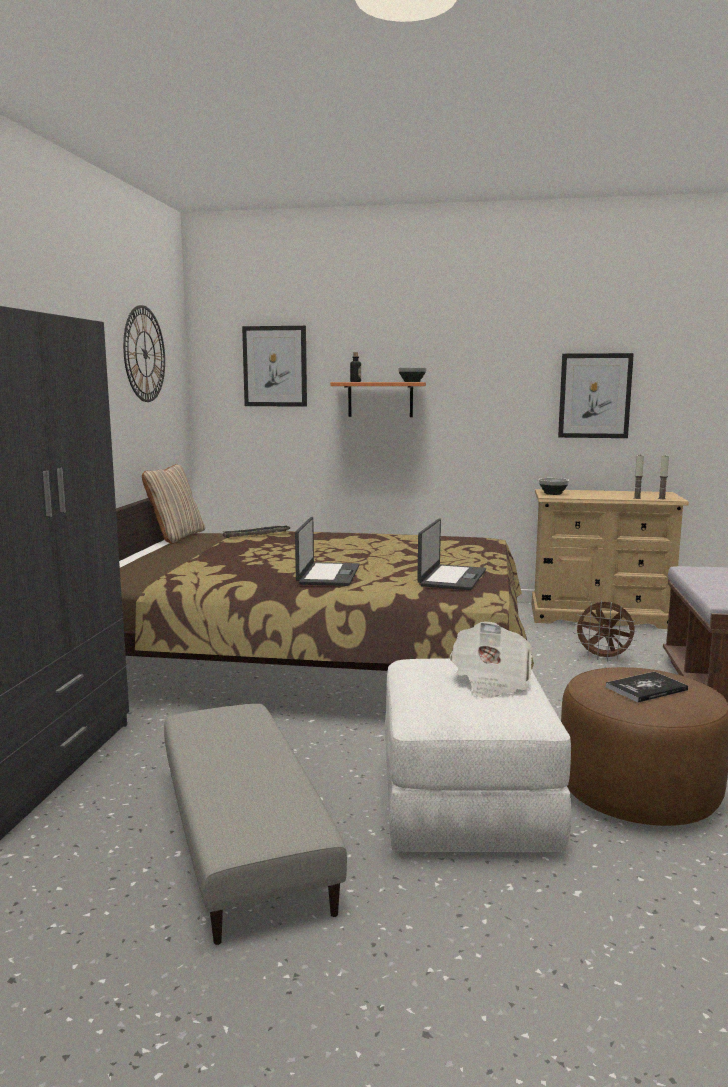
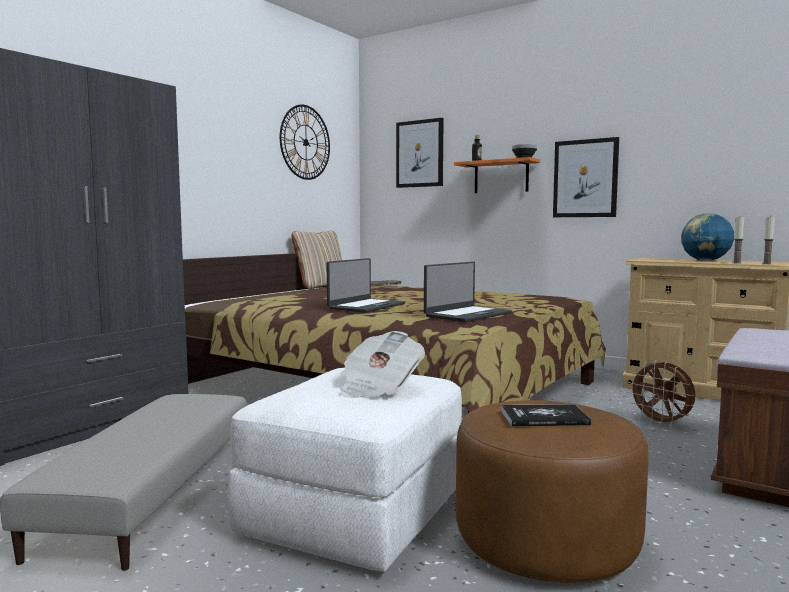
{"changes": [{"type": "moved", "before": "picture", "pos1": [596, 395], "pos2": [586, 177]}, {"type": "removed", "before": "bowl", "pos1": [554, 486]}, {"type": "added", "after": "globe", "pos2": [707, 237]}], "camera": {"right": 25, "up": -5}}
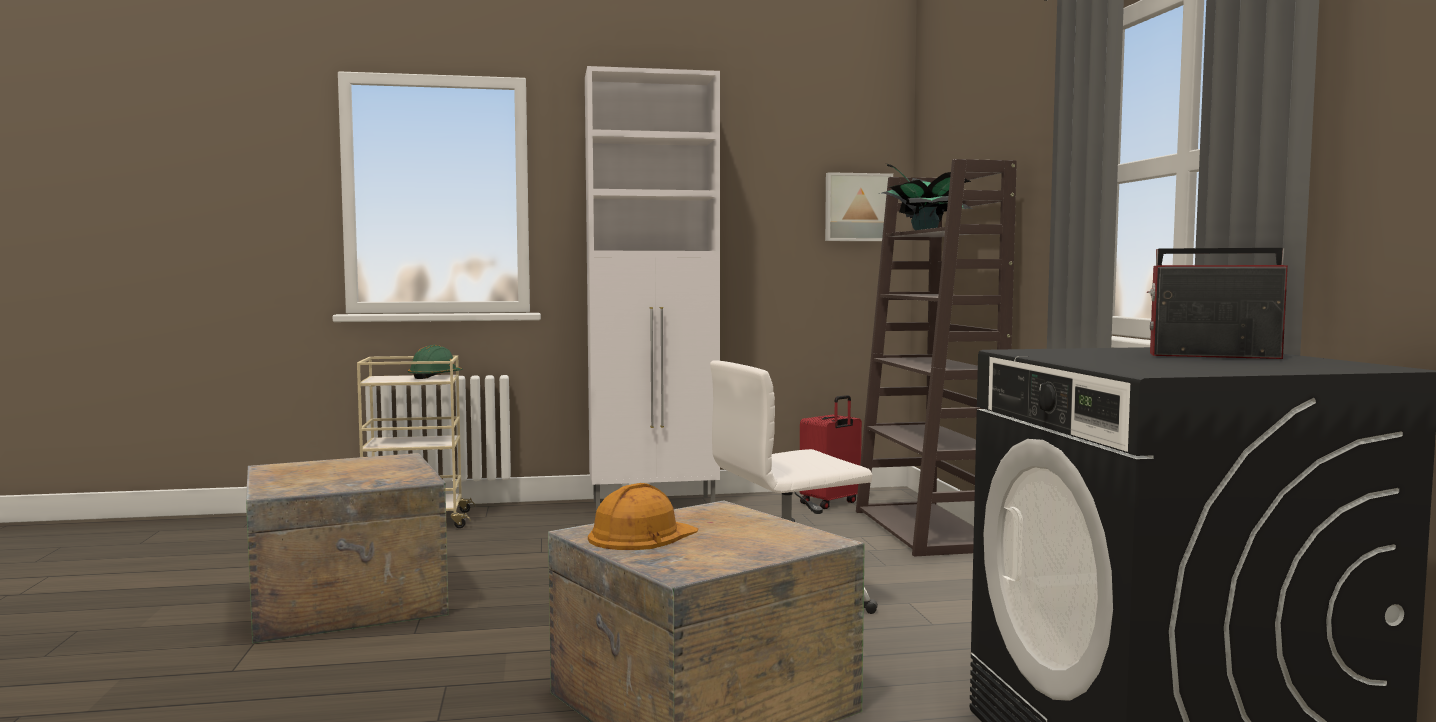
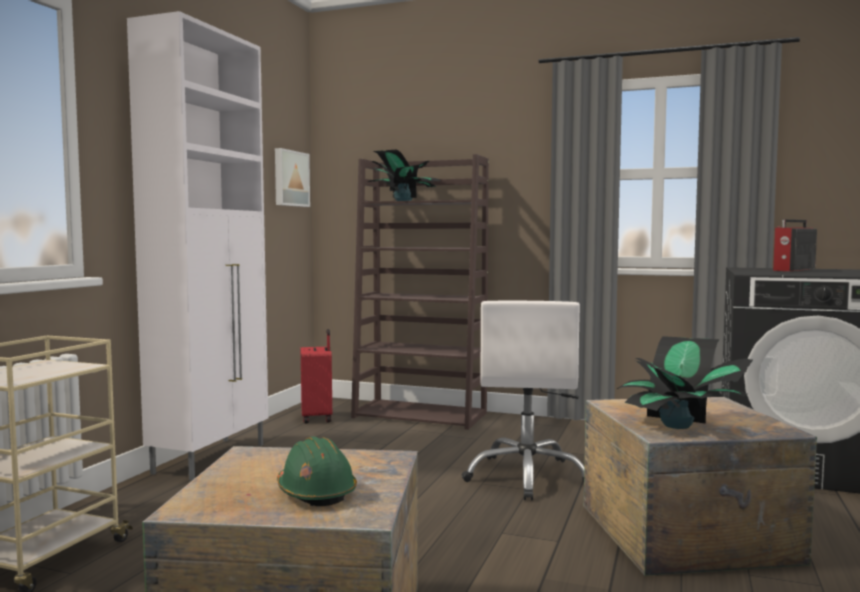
{"changes": [{"type": "moved", "before": "green hard hat", "pos1": [435, 362], "pos2": [317, 471]}, {"type": "replaced", "before": "orange hard hat", "after": "potted plant", "pos1": [643, 516], "pos2": [685, 382]}], "camera": {"right": -60, "up": 0}}
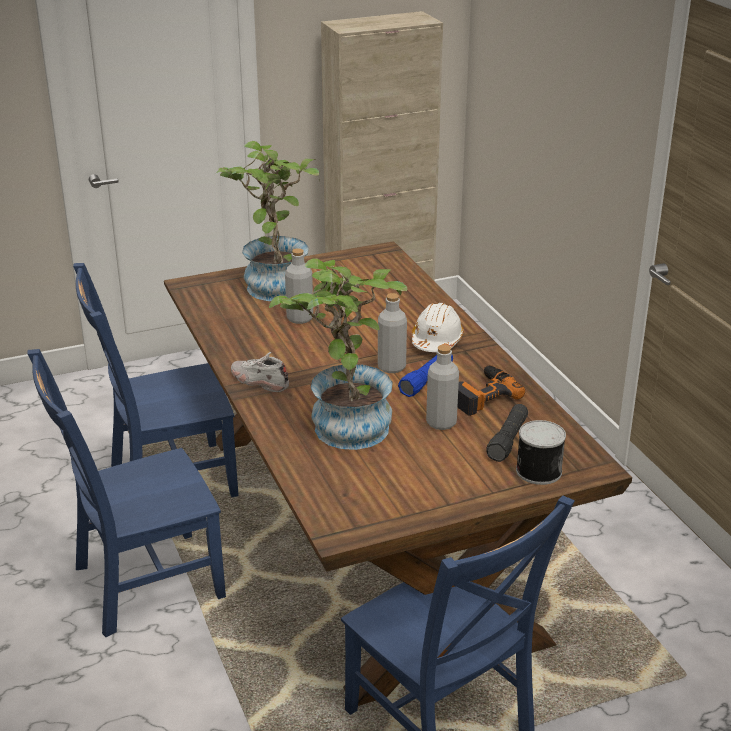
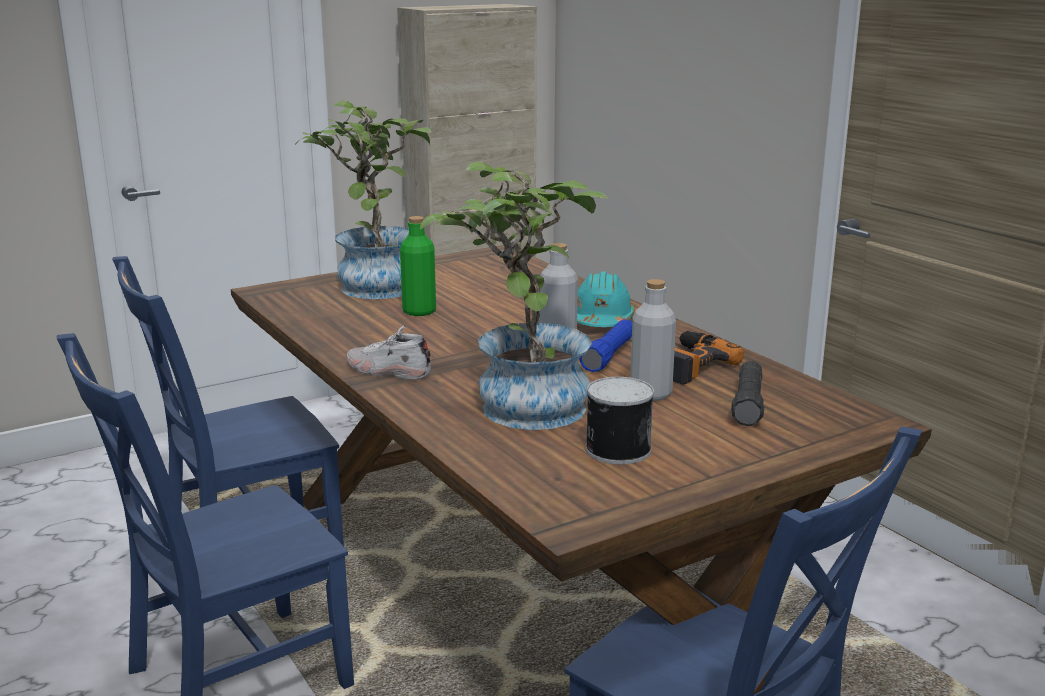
{"changes": [{"type": "recoloured", "before": "grey bottle", "after": "green bottle", "pos1": [299, 286], "pos2": [418, 266]}, {"type": "recoloured", "before": "white hard hat", "after": "turquoise hard hat", "pos1": [438, 327], "pos2": [606, 299]}, {"type": "moved", "before": "can", "pos1": [541, 452], "pos2": [620, 420]}], "camera": {"right": -10, "up": -10}}
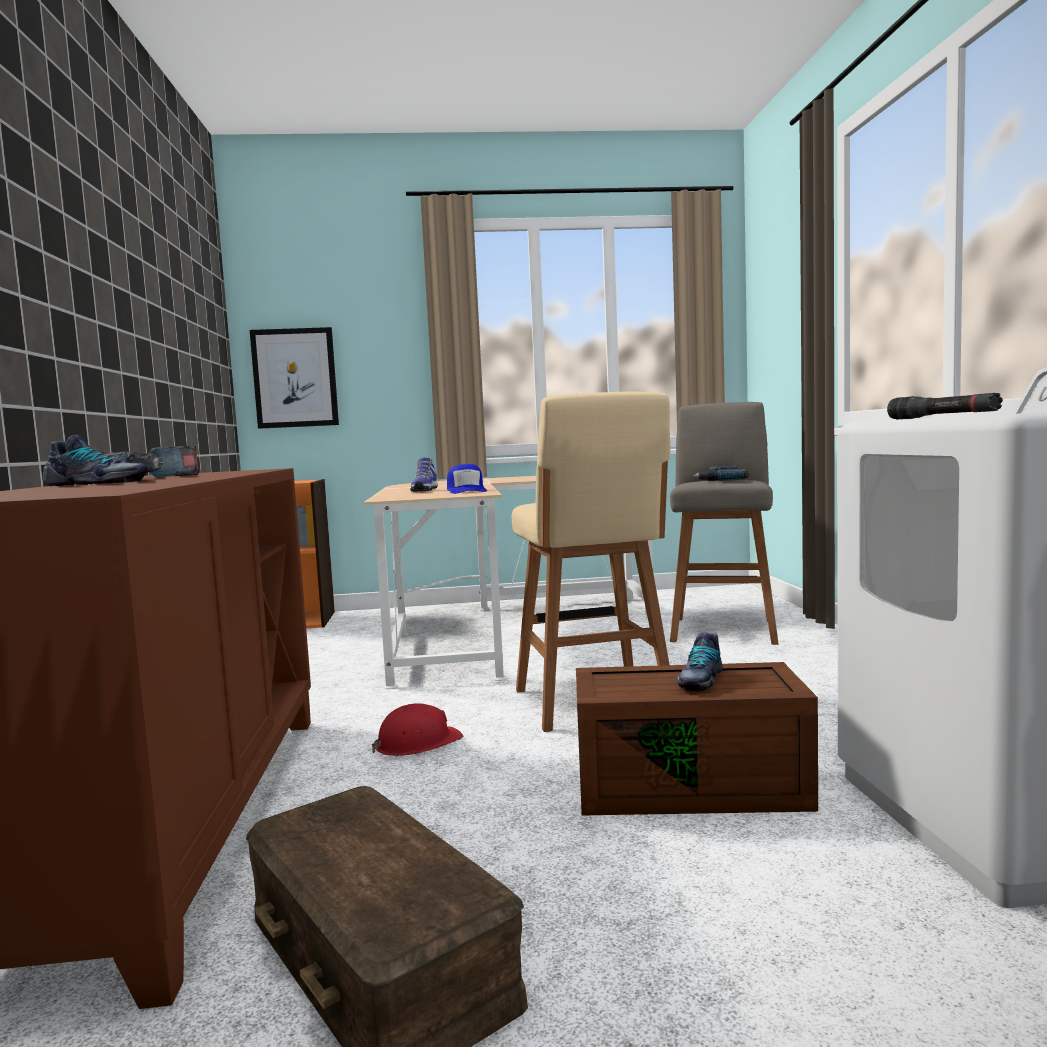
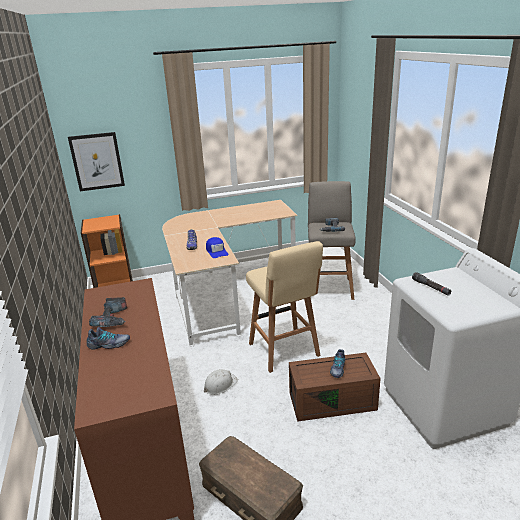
{"changes": [{"type": "recoloured", "before": "red hard hat", "after": "white hard hat", "pos1": [417, 729], "pos2": [221, 382]}], "camera": {"right": -10, "up": 20}}
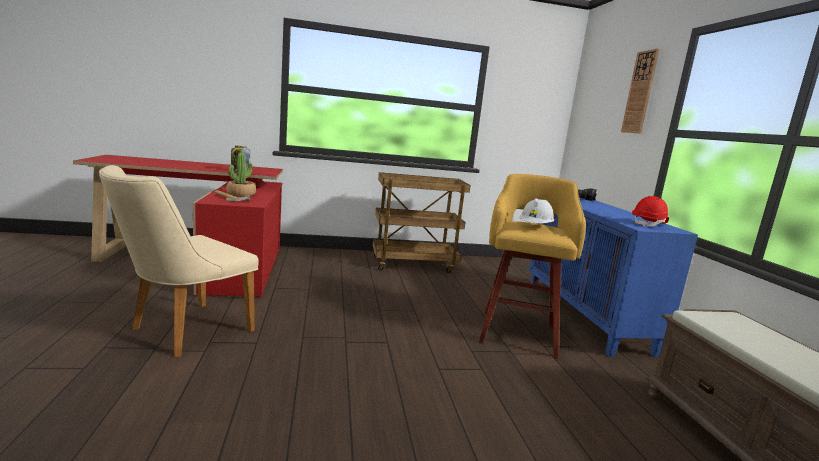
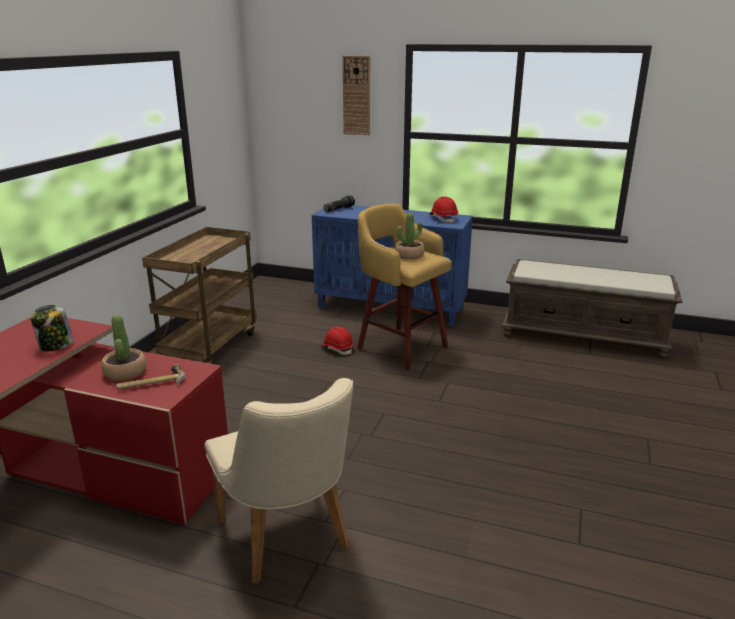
{"changes": [{"type": "replaced", "before": "white hard hat", "after": "potted plant", "pos1": [536, 211], "pos2": [410, 236]}, {"type": "added", "after": "red hard hat", "pos2": [337, 341]}], "camera": {"right": -60, "up": 10}}
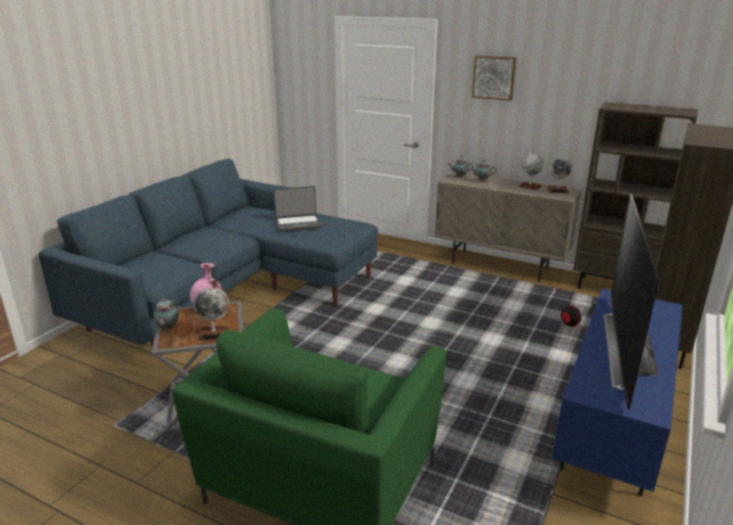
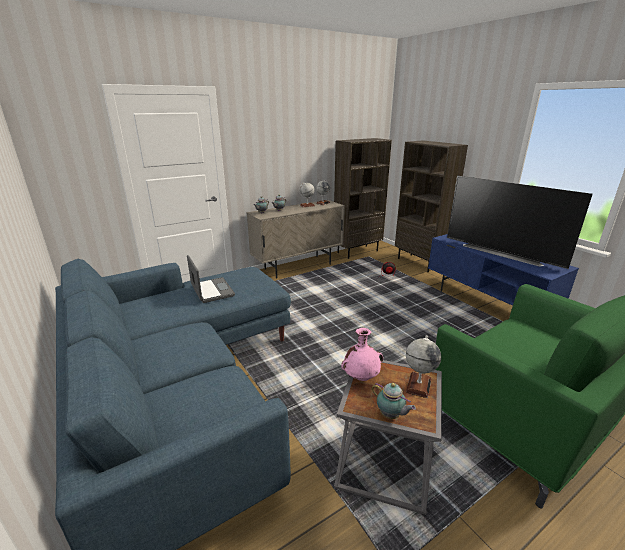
{"changes": [{"type": "removed", "before": "picture", "pos1": [494, 78]}, {"type": "turned", "before": "laptop", "pos1": [297, 209], "pos2": [211, 279], "turn": -45}], "camera": {"right": -60, "up": 0}}
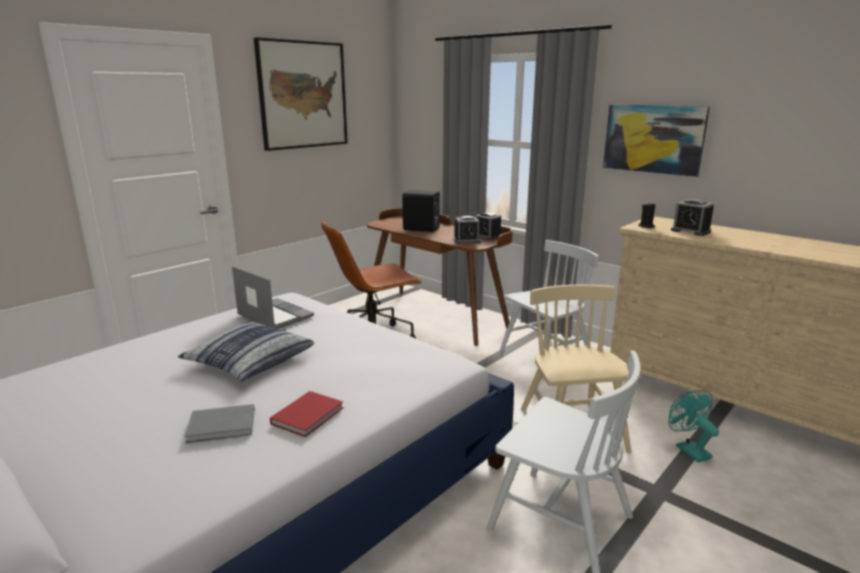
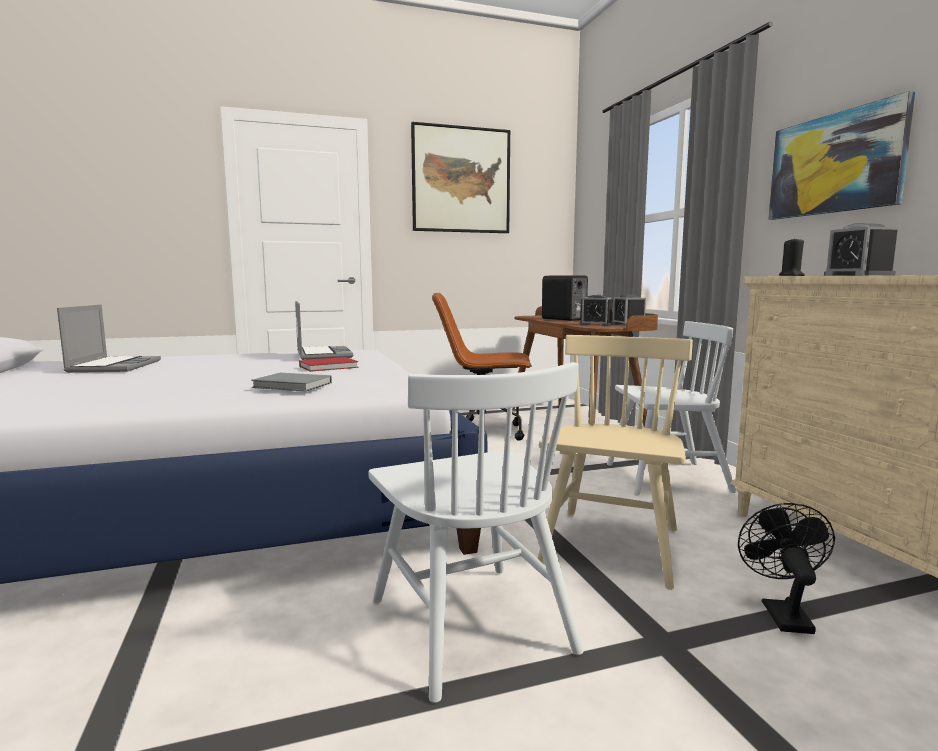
{"changes": [{"type": "removed", "before": "pillow", "pos1": [246, 352]}, {"type": "recoloured", "before": "turquoise fan", "after": "black fan", "pos1": [693, 426], "pos2": [786, 568]}, {"type": "moved", "before": "red book", "pos1": [307, 414], "pos2": [328, 364]}, {"type": "moved", "before": "grey book", "pos1": [219, 423], "pos2": [291, 382]}, {"type": "added", "after": "laptop", "pos2": [109, 339]}], "camera": {"right": 30, "up": -10}}
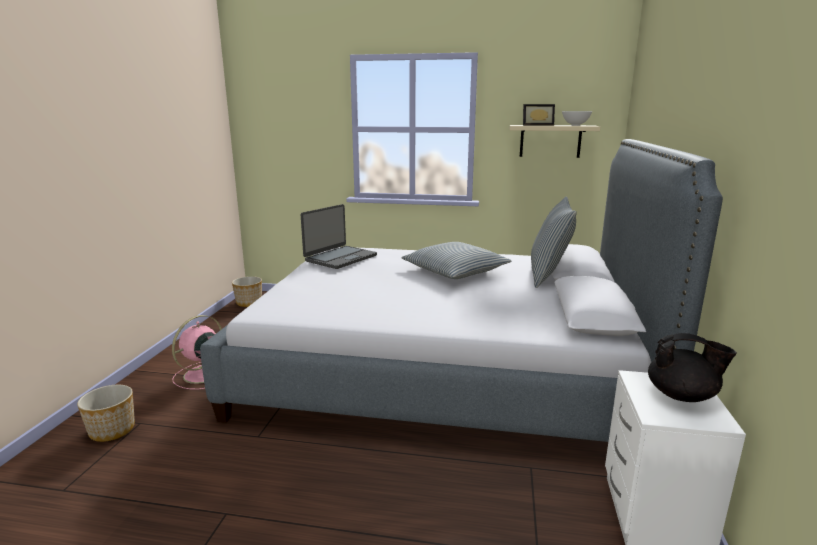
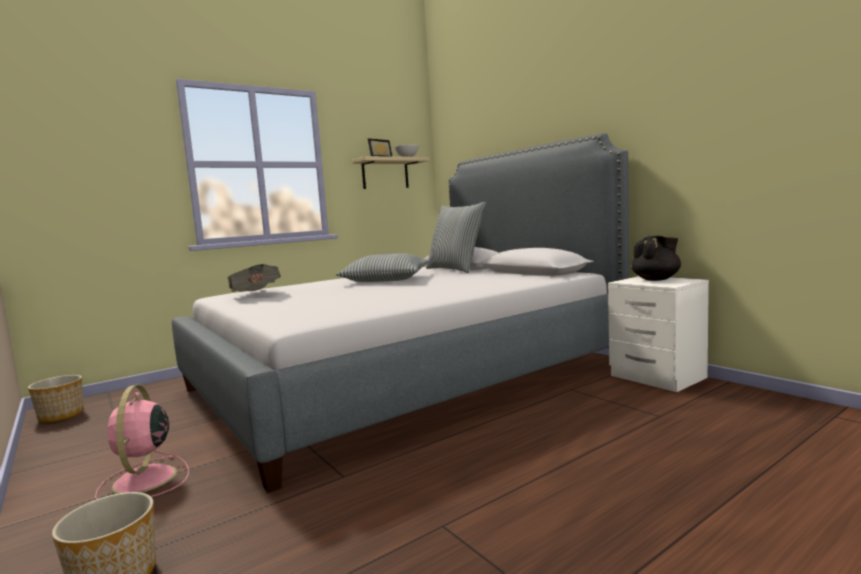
{"changes": [{"type": "replaced", "before": "laptop", "after": "newspaper", "pos1": [339, 236], "pos2": [254, 278]}], "camera": {"right": -45, "up": -10}}
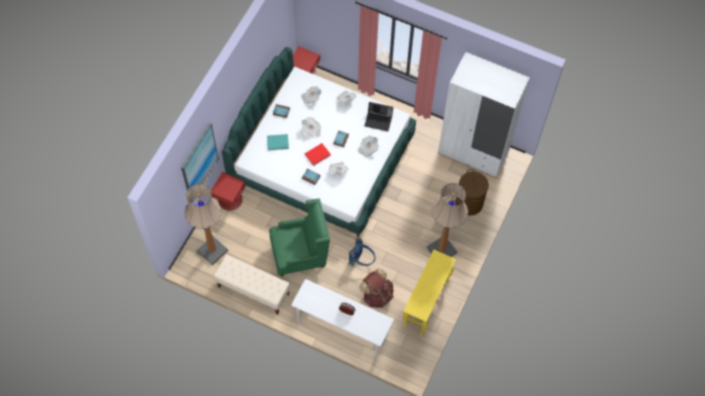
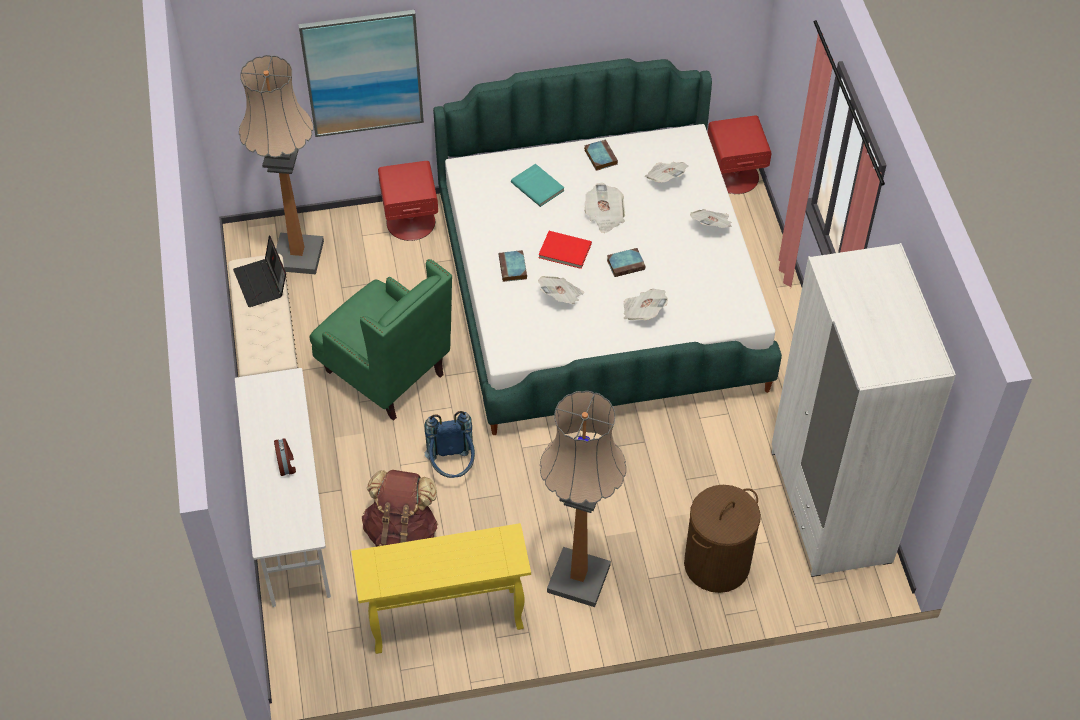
{"changes": [{"type": "moved", "before": "laptop", "pos1": [378, 116], "pos2": [259, 271]}], "camera": {"right": 55, "up": -10}}
